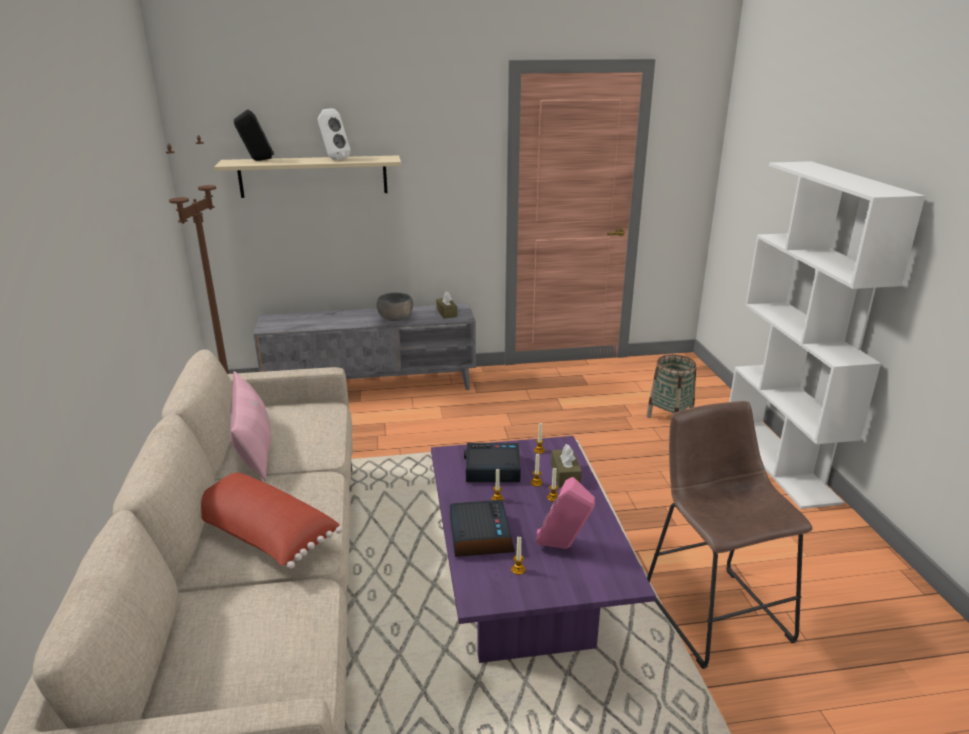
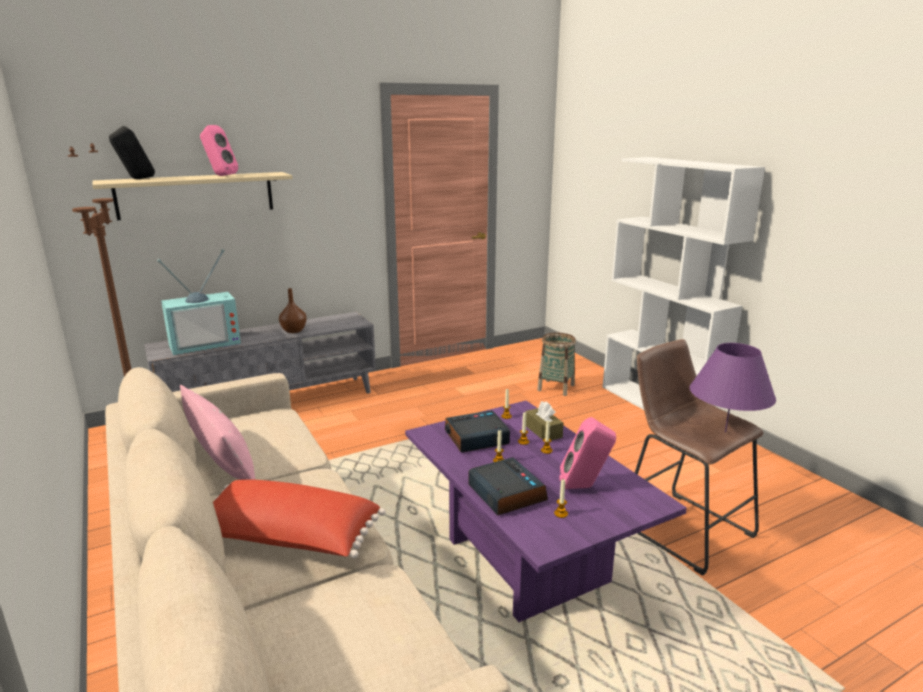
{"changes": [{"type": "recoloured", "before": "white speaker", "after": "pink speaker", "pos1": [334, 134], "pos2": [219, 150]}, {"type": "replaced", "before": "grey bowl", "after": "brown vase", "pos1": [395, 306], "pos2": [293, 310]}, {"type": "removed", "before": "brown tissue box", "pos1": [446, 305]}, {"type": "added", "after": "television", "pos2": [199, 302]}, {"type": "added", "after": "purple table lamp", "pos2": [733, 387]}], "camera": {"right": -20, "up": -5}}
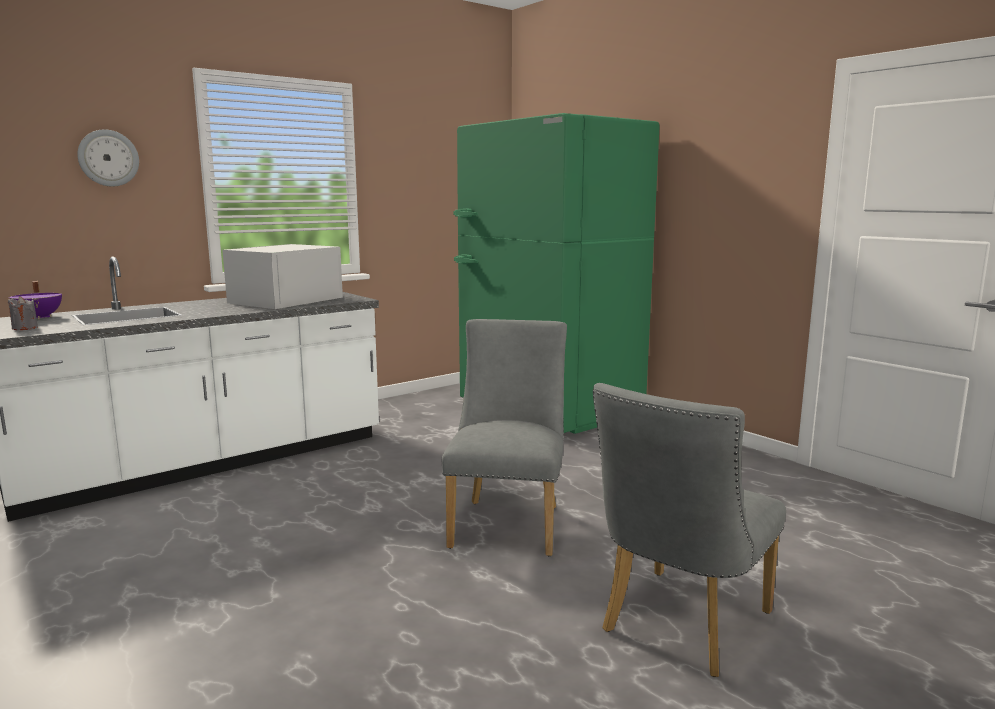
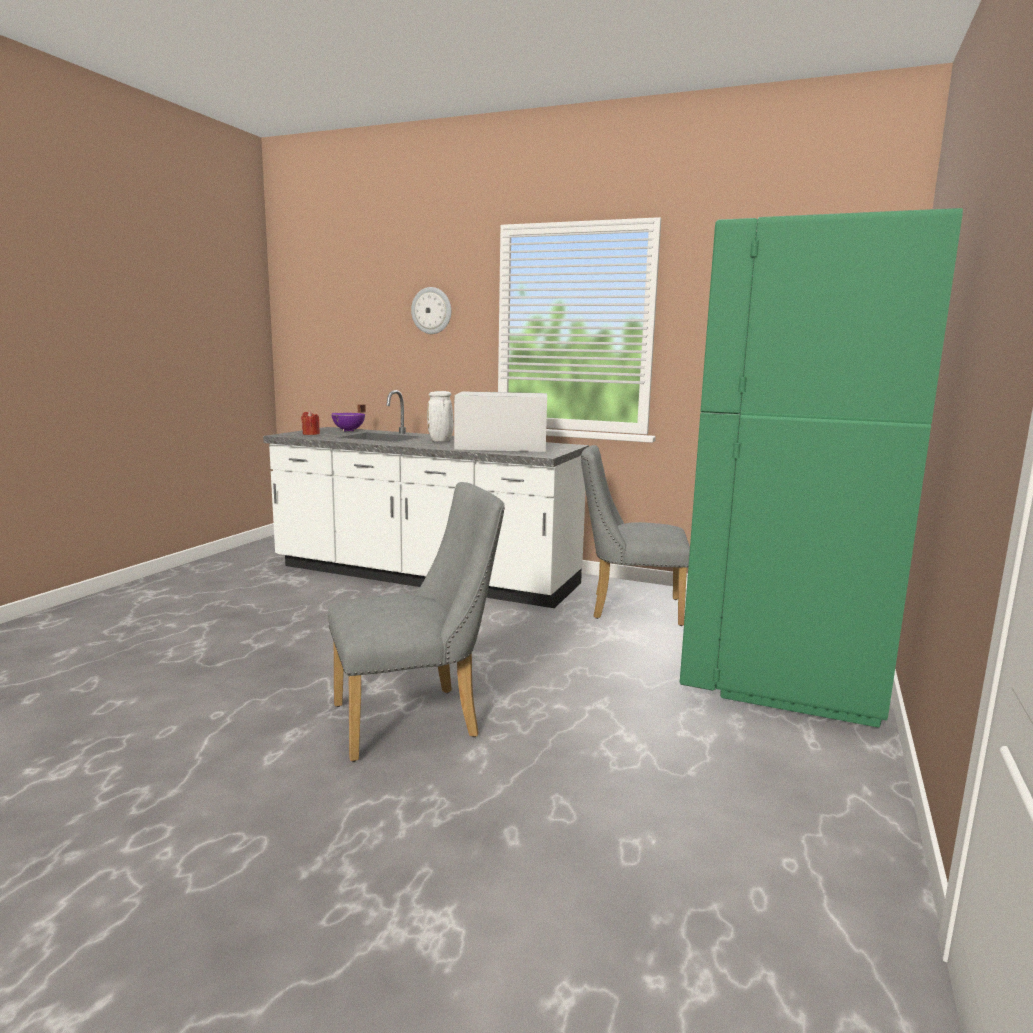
{"changes": [{"type": "recoloured", "before": "grey candle", "after": "red candle", "pos1": [23, 313], "pos2": [310, 423]}, {"type": "moved", "before": "grey chair", "pos1": [689, 530], "pos2": [635, 535]}, {"type": "added", "after": "white vase", "pos2": [440, 416]}], "camera": {"right": 60, "up": 0}}
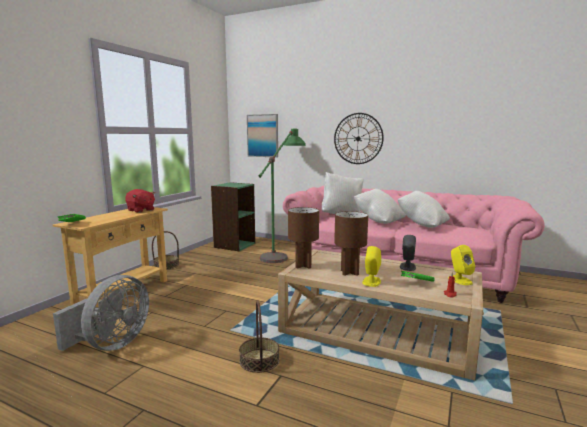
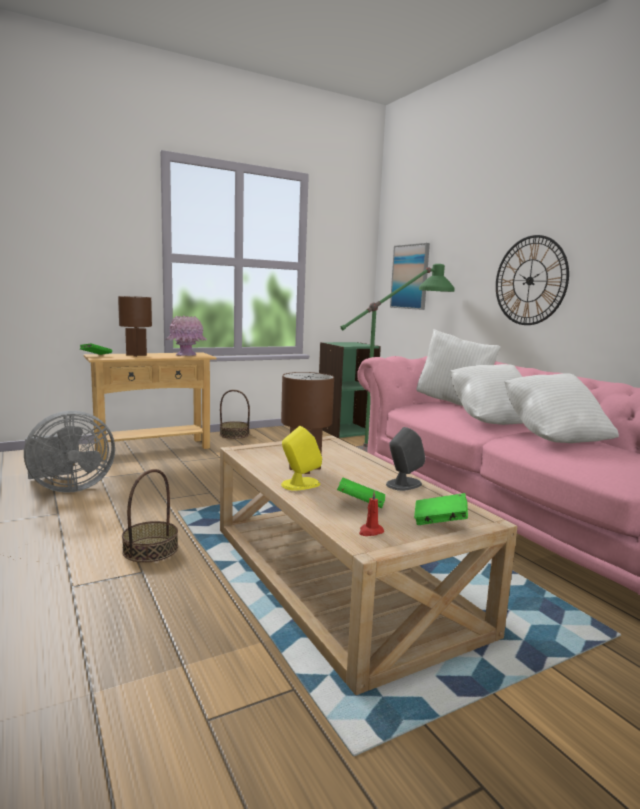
{"changes": [{"type": "replaced", "before": "red plush toy", "after": "pink vase", "pos1": [140, 201], "pos2": [186, 336]}, {"type": "moved", "before": "brown table lamp", "pos1": [303, 238], "pos2": [135, 326]}, {"type": "replaced", "before": "yellow speaker", "after": "green book", "pos1": [461, 265], "pos2": [441, 509]}], "camera": {"right": 35, "up": 0}}
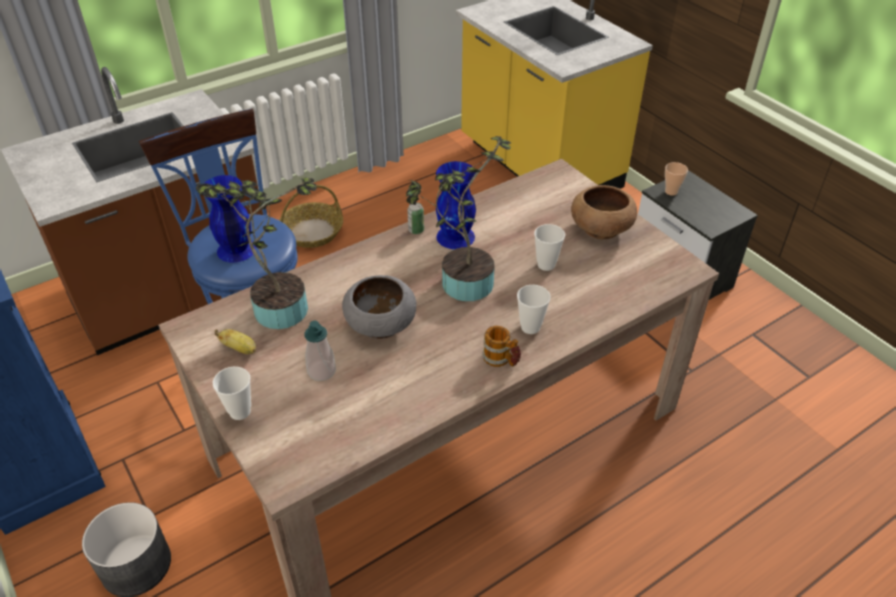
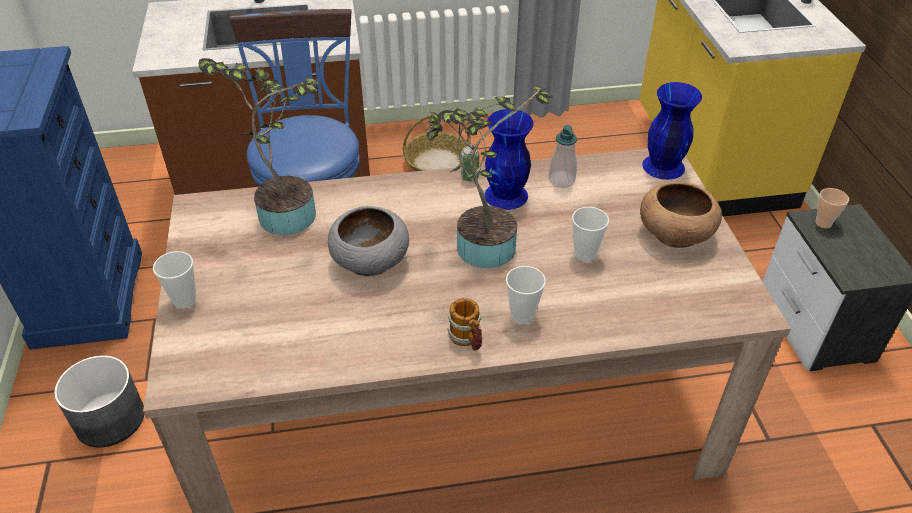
{"changes": [{"type": "moved", "before": "blue vase", "pos1": [230, 219], "pos2": [672, 131]}, {"type": "moved", "before": "soap dispenser", "pos1": [320, 351], "pos2": [562, 156]}, {"type": "removed", "before": "banana", "pos1": [235, 341]}], "camera": {"right": 25, "up": 0}}
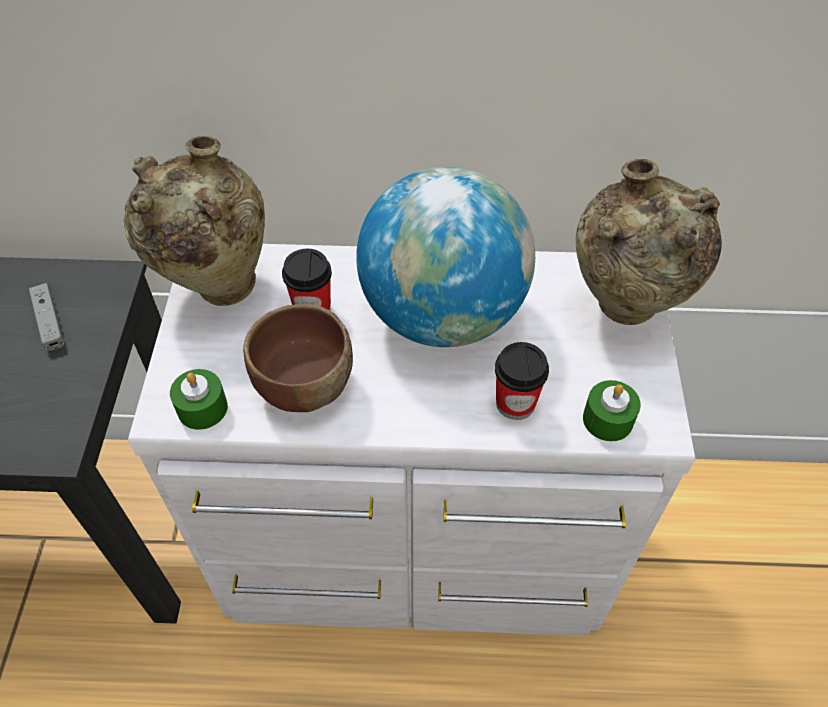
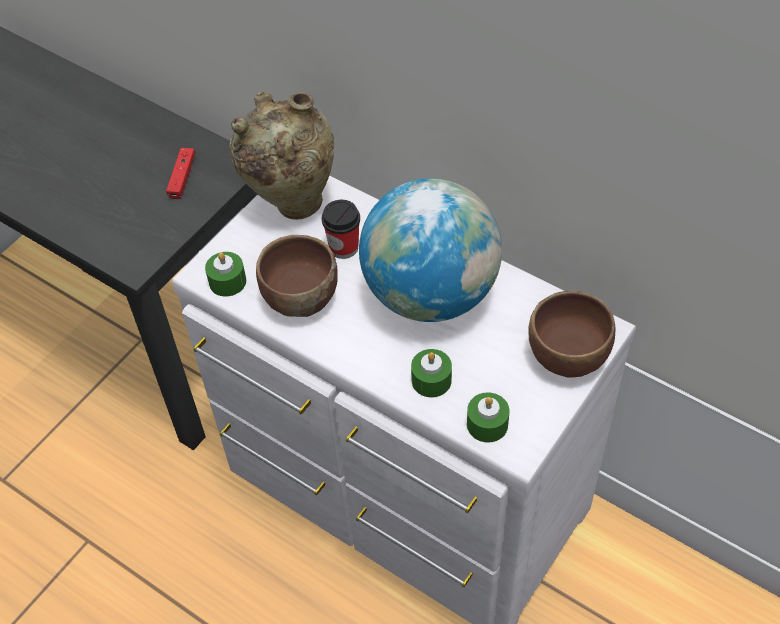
{"changes": [{"type": "replaced", "before": "beige vase", "after": "brown bowl", "pos1": [649, 242], "pos2": [571, 334]}, {"type": "recoloured", "before": "grey game controller", "after": "red game controller", "pos1": [46, 317], "pos2": [180, 173]}, {"type": "replaced", "before": "cup", "after": "green candle", "pos1": [522, 381], "pos2": [431, 373]}], "camera": {"right": 35, "up": 0}}
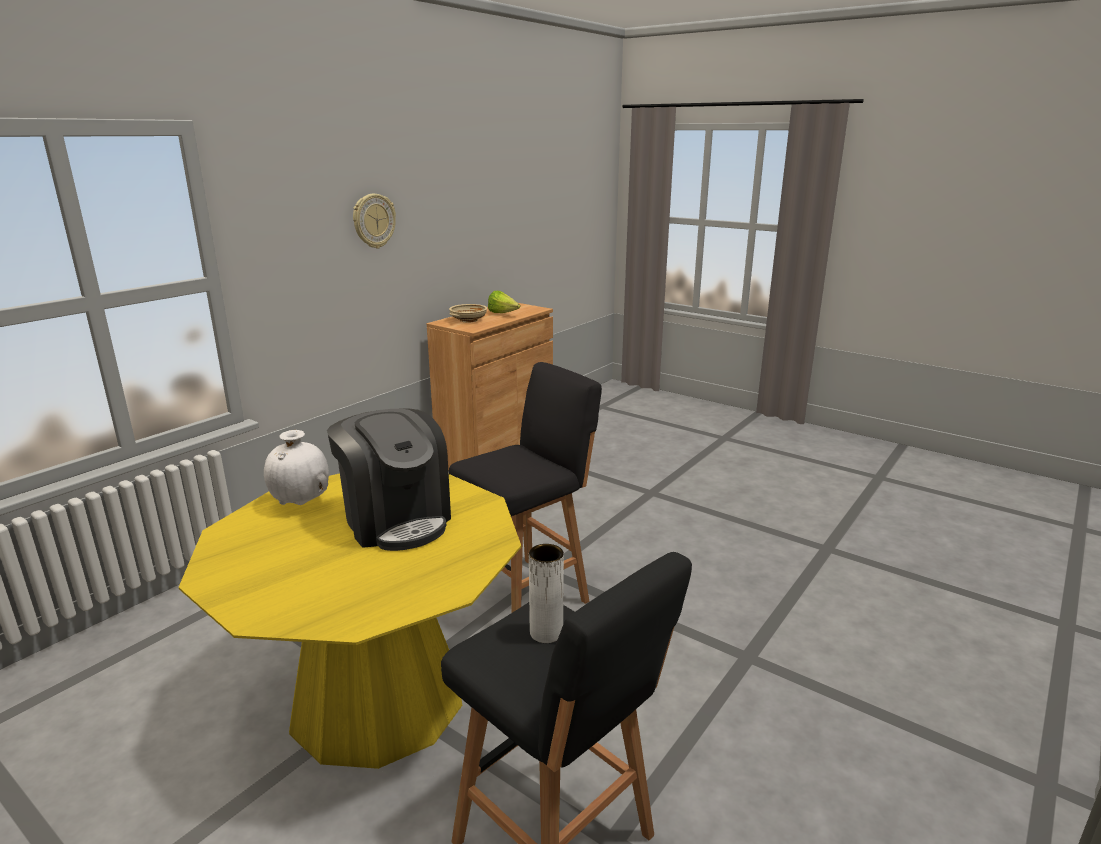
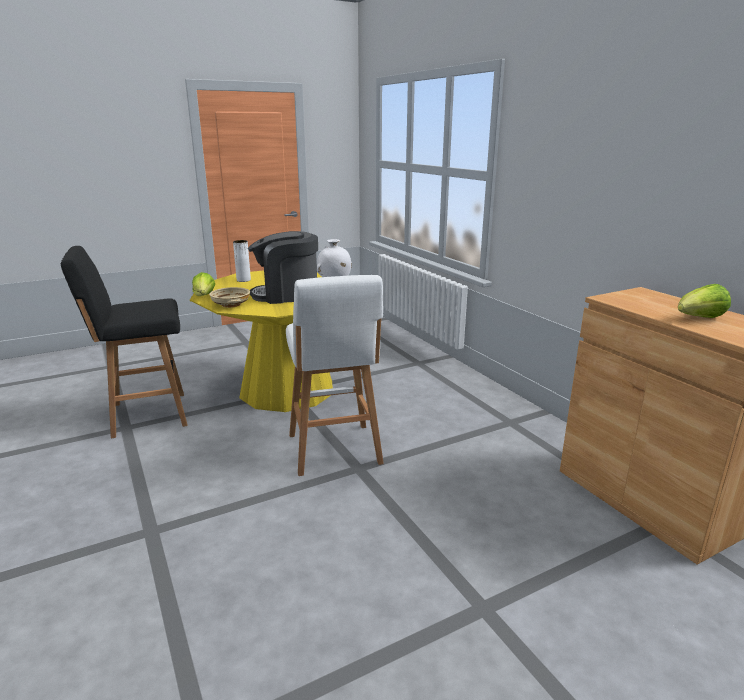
{"changes": [{"type": "removed", "before": "wall clock", "pos1": [374, 221]}, {"type": "moved", "before": "beige bowl", "pos1": [468, 313], "pos2": [229, 297]}, {"type": "recoloured", "before": "black stool", "after": "white stool", "pos1": [525, 487], "pos2": [335, 375]}, {"type": "moved", "before": "white vase", "pos1": [546, 593], "pos2": [242, 261]}, {"type": "added", "after": "lettuce", "pos2": [203, 284]}], "camera": {"right": 115, "up": 0}}
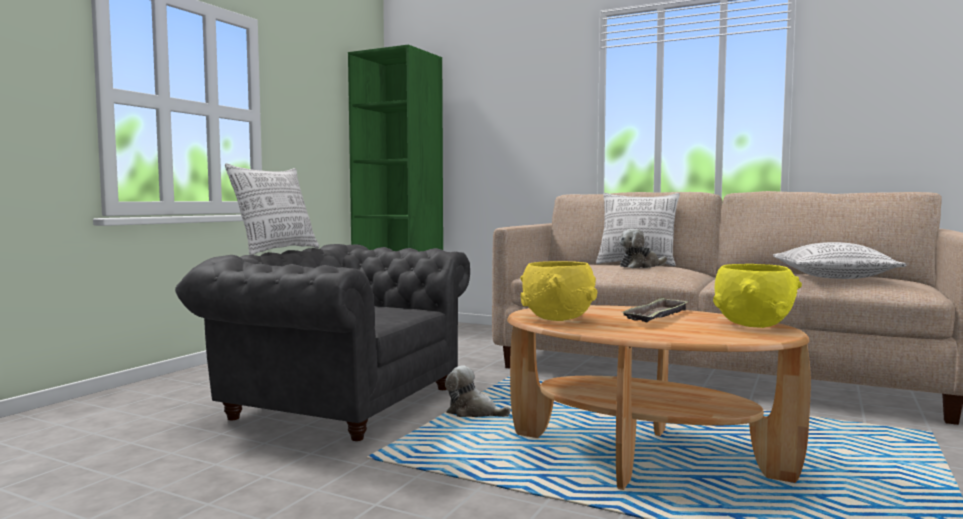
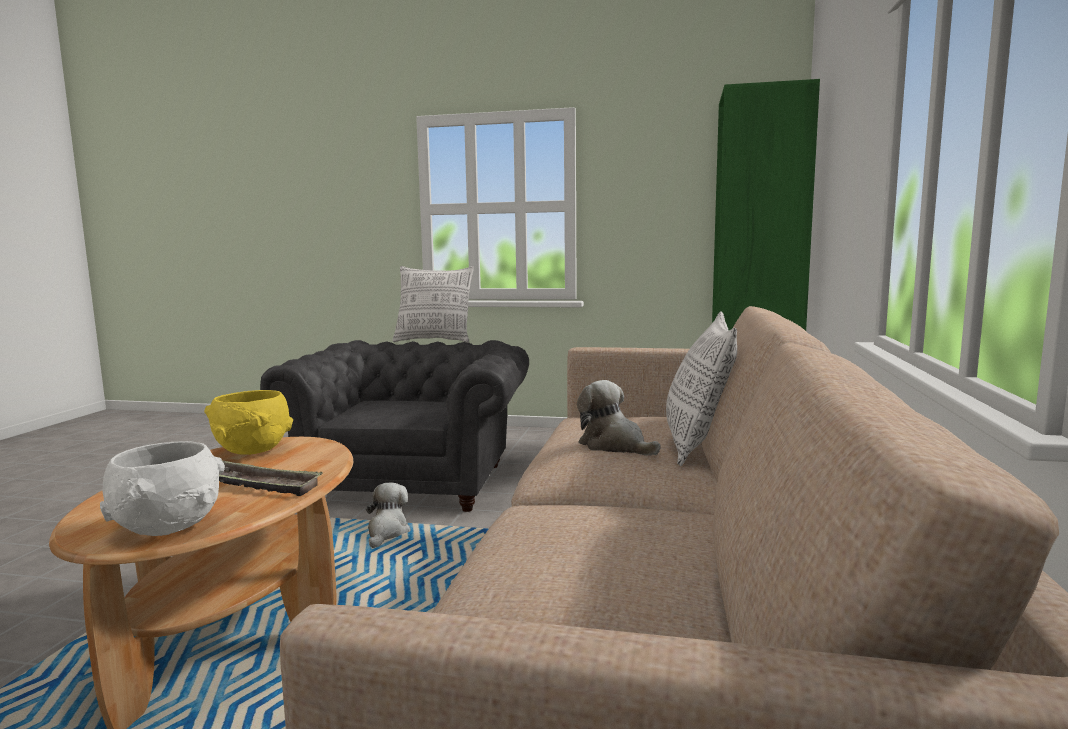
{"changes": [{"type": "removed", "before": "pillow", "pos1": [839, 260]}, {"type": "recoloured", "before": "yellow bowl", "after": "white bowl", "pos1": [757, 296], "pos2": [162, 488]}], "camera": {"right": 75, "up": 5}}
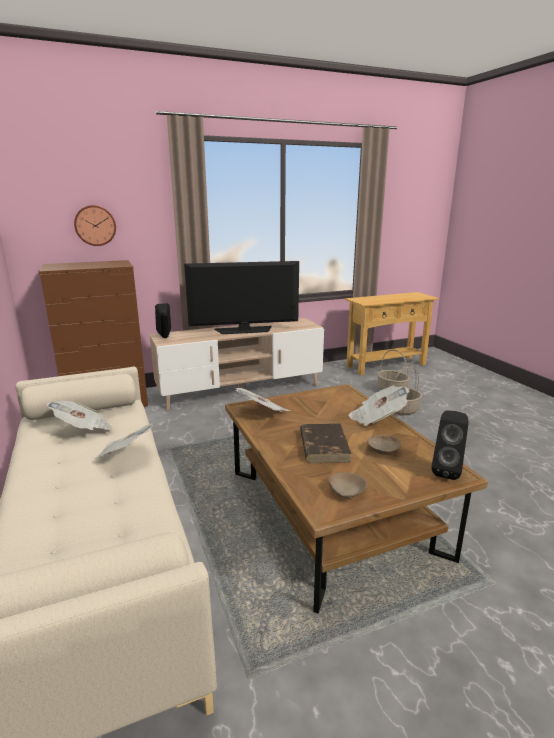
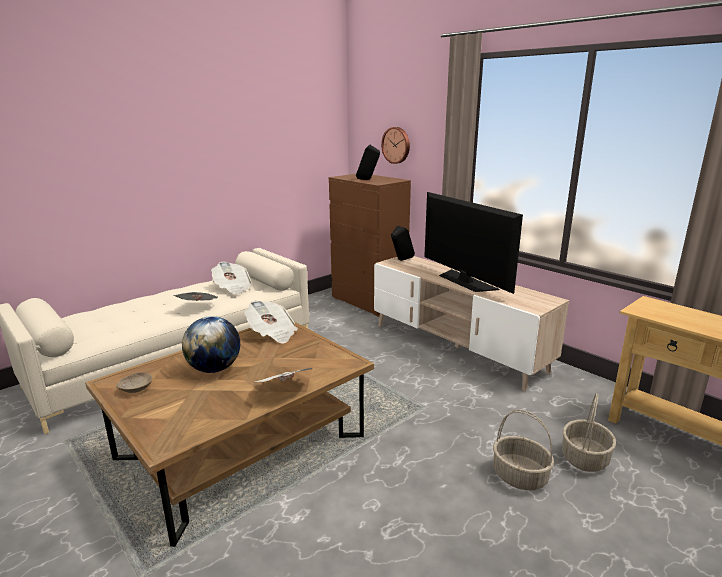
{"changes": [{"type": "moved", "before": "black speaker", "pos1": [450, 445], "pos2": [368, 162]}, {"type": "replaced", "before": "brown book", "after": "globe", "pos1": [325, 443], "pos2": [211, 344]}, {"type": "removed", "before": "beige bowl", "pos1": [384, 445]}], "camera": {"right": 70, "up": 0}}
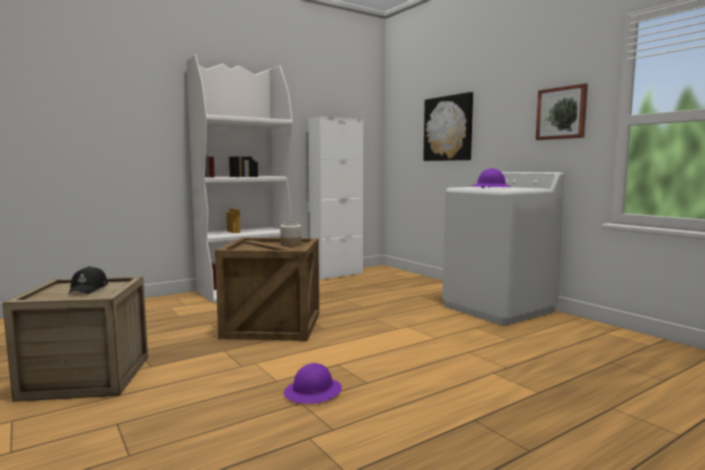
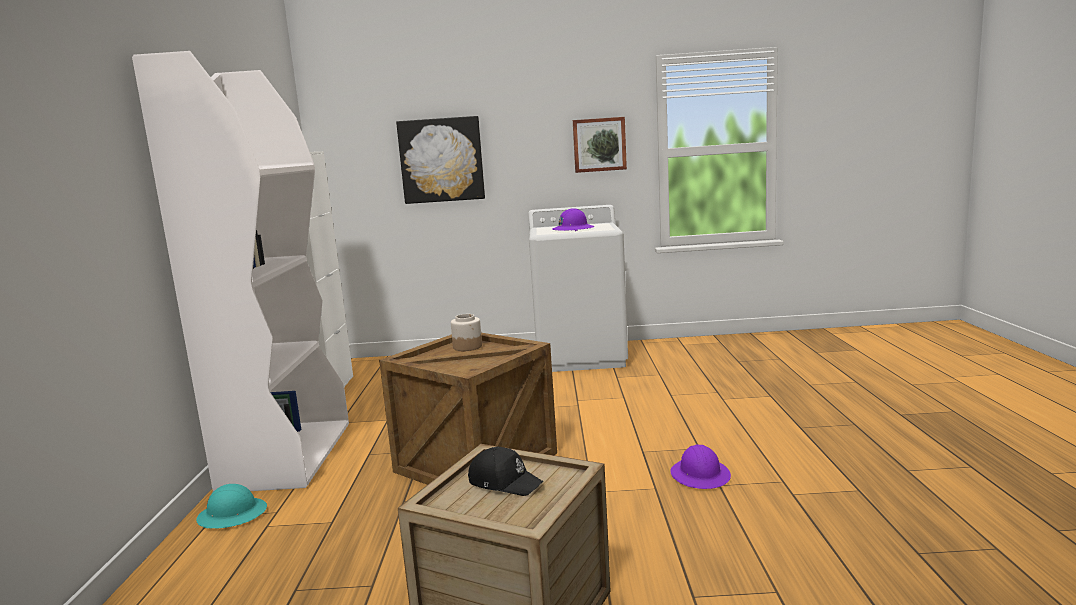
{"changes": [{"type": "added", "after": "turquoise hard hat", "pos2": [231, 506]}], "camera": {"right": -55, "up": 5}}
